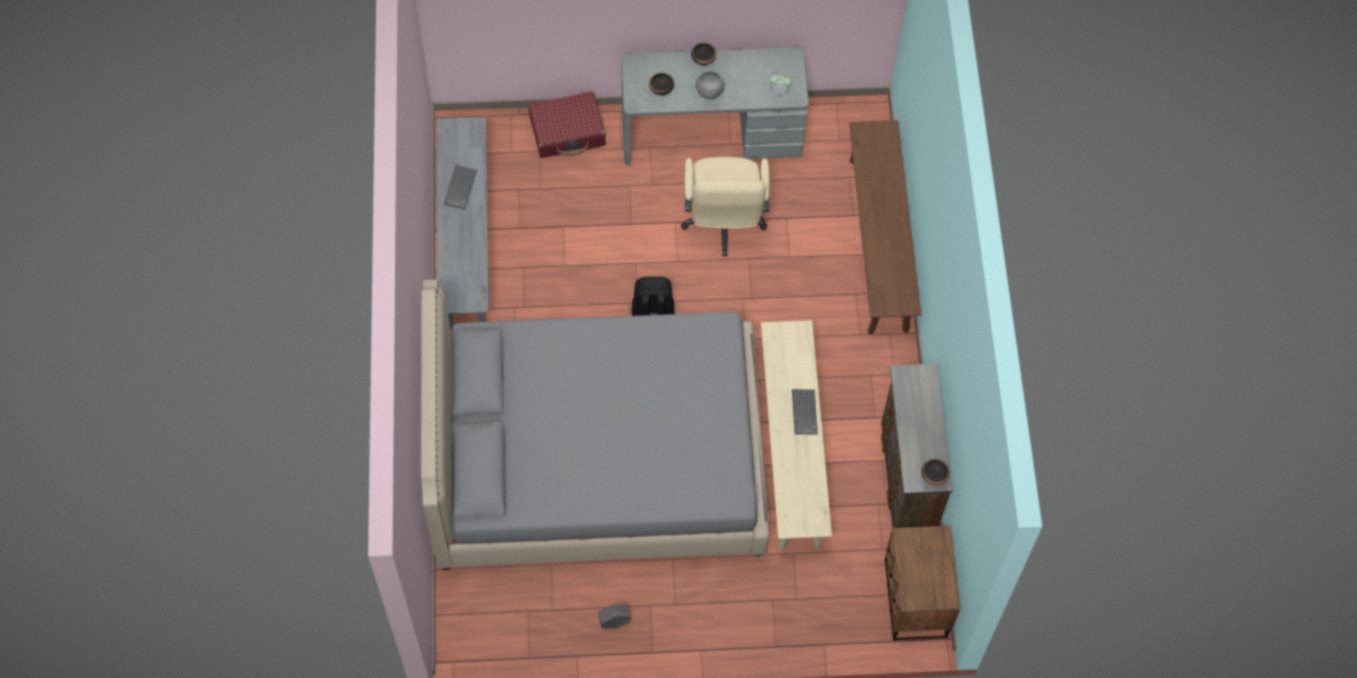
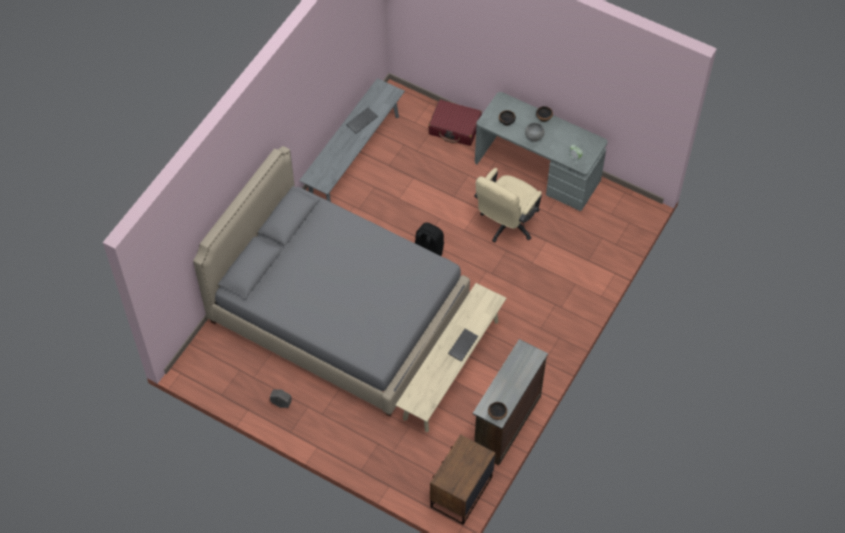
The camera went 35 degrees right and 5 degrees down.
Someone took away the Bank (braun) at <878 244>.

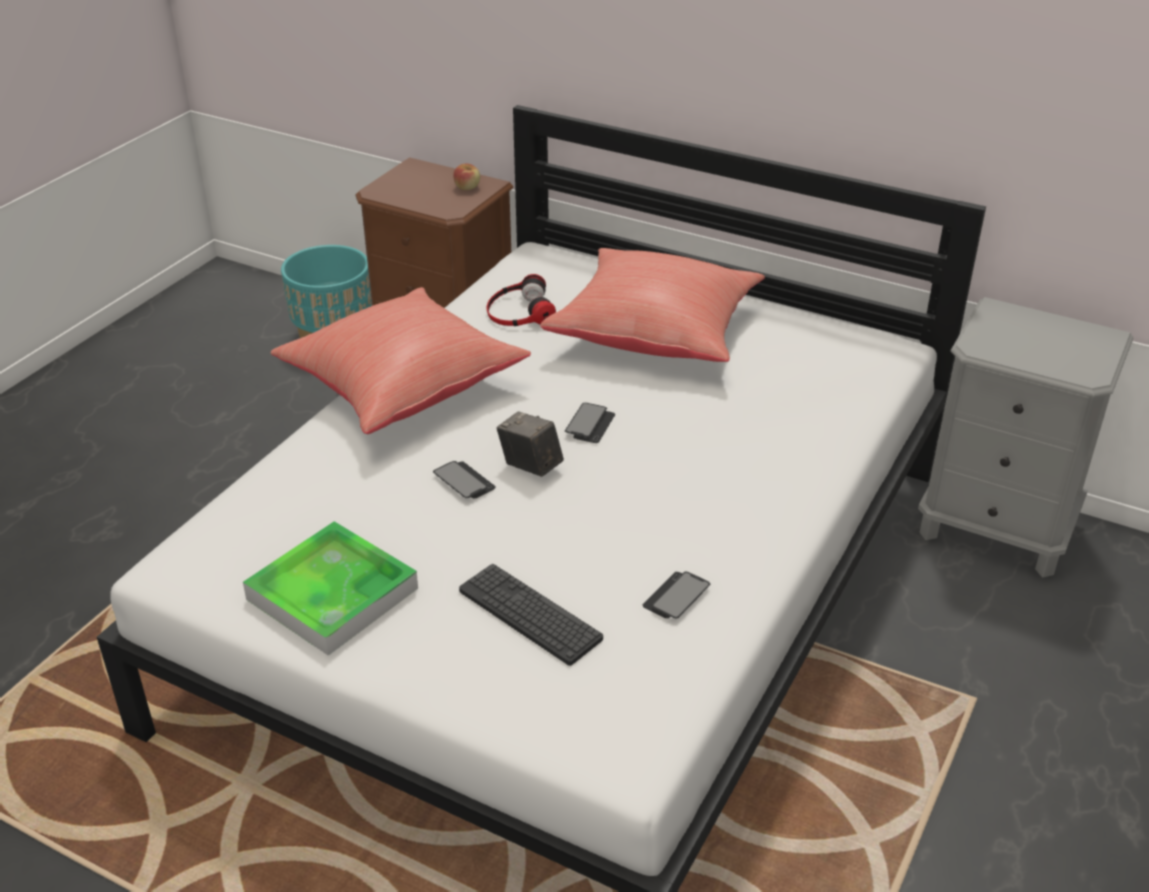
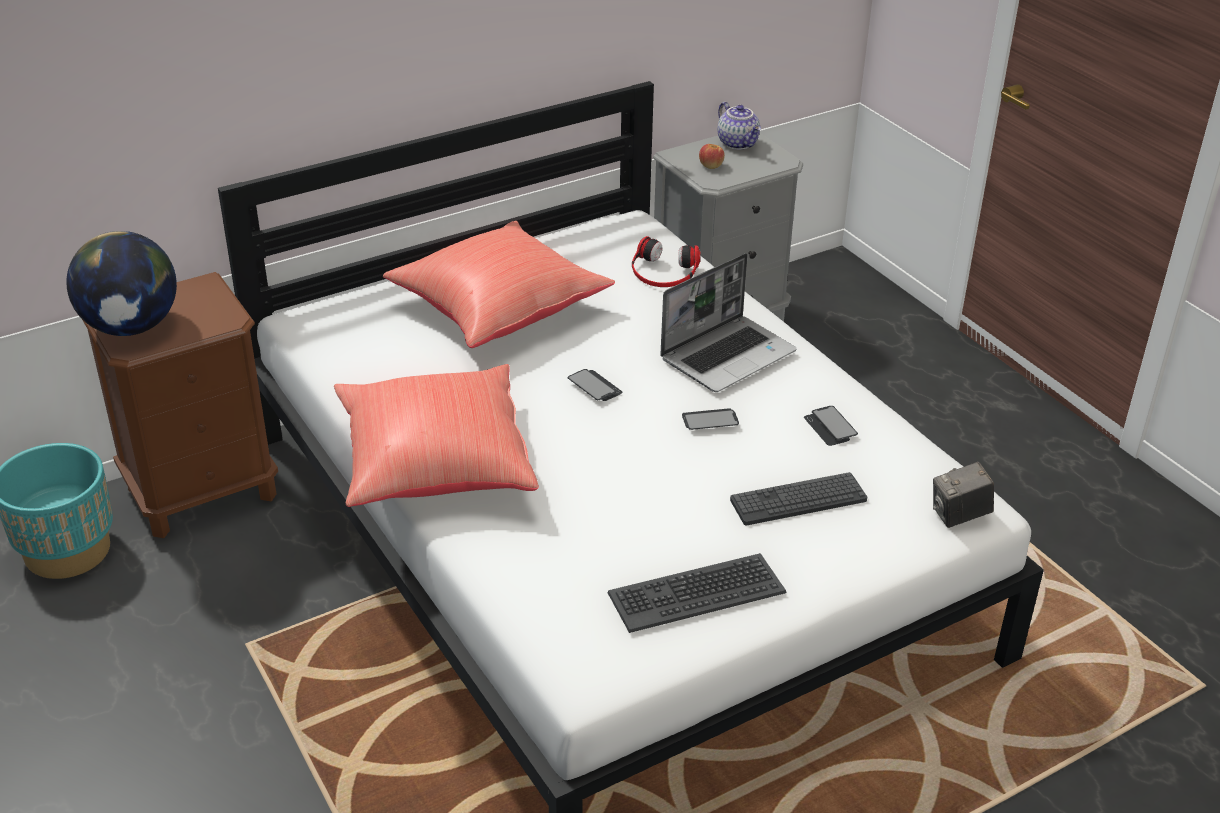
The camera went 60 degrees left and 0 degrees up.
Someone put down the Globus at <131 327>.
Someone swapped the Tablett at <332 594> for the Tastatur at <696 593>.
Someone carried the Kopfhörer from <519 311> to <663 271>.
Someone put down the Laptop at <728 355>.
Someone carried the Handy from <464 481> to <710 421>.
Someone carried the Apfel from <467 187> to <711 165>.
Someone put down the Teekanne at <738 143>.
Someone carried the Kamera from <530 466> to <959 516>.

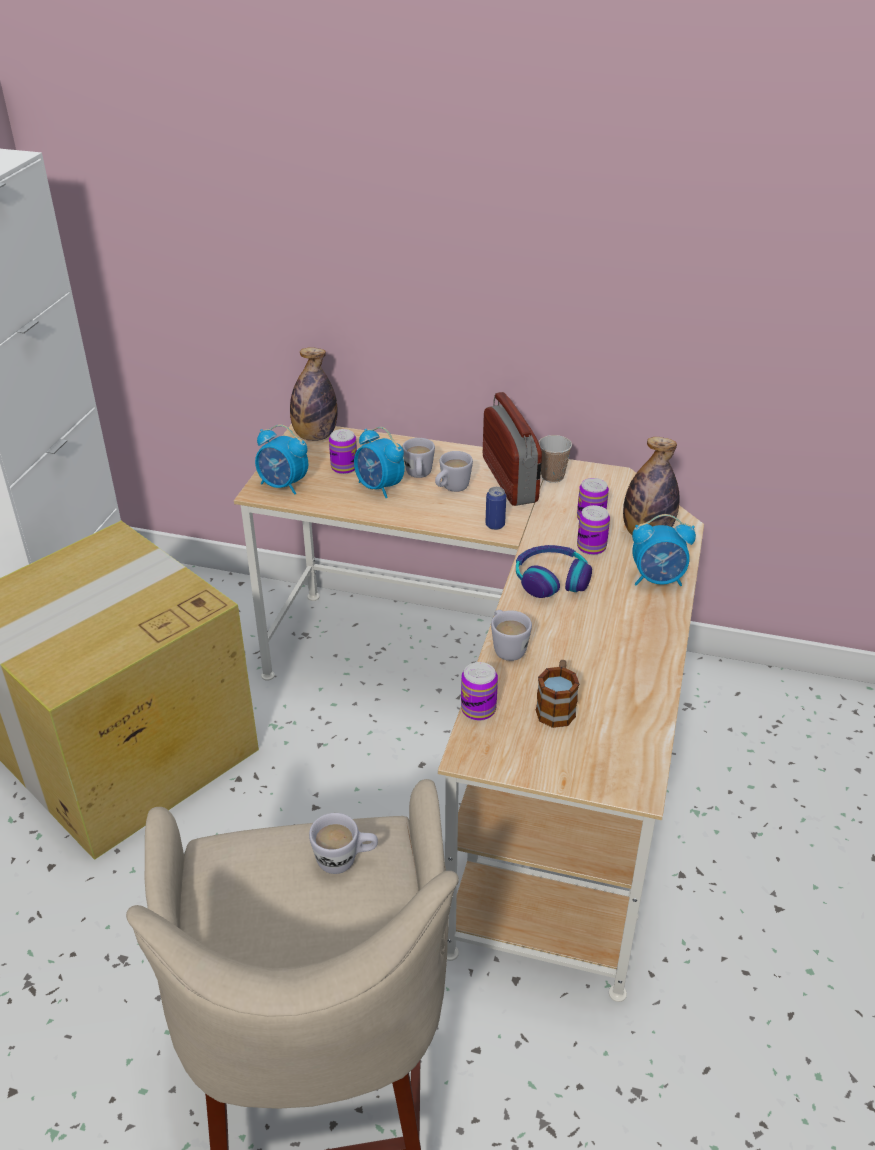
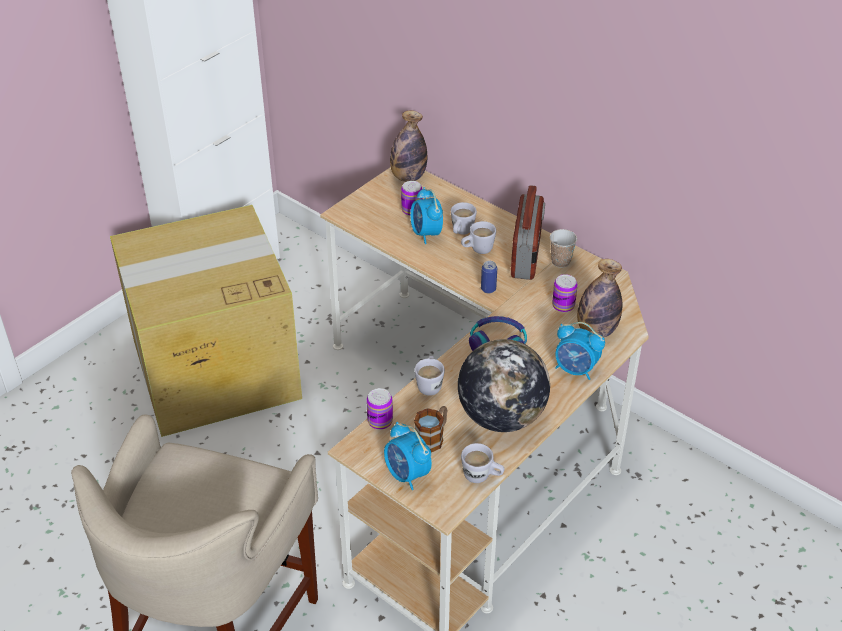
The camera went 25 degrees right and 5 degrees up.
Someone carried the Wecker from <283 485> to <407 474>.
Someone put down the Globus at <501 416>.
Someone carried the Henkelbecher (weiß) from <345 860> to <482 477>.
Someone took away the Dose at <591 547>.

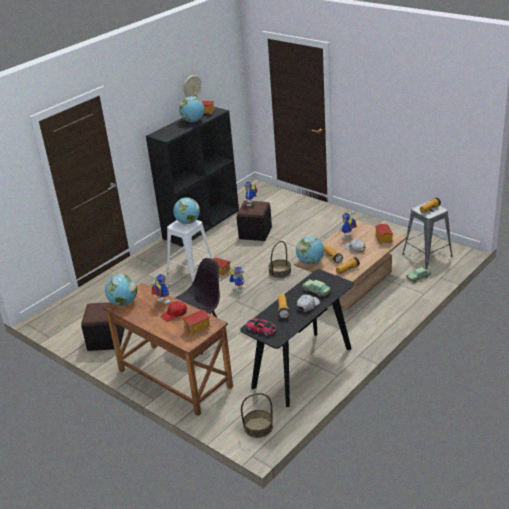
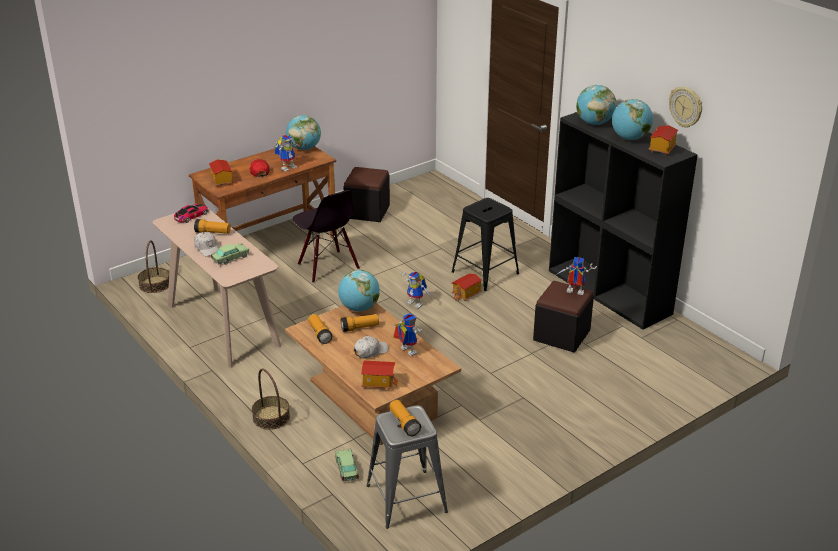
The camera went 100 degrees right and 0 degrees up.
Someone repainted the Konsolentisch (schwarz) at <302 368>, which became the Konsolentisch (beige) at <222 325>.
Someone carried the Korb from <280 272> to <271 417>.
Someone repainted the Hocker (weiß) at <191 269>, which became the Hocker (schwarz) at <485 273>.
Someone carried the Globus from <188 222> to <594 123>.

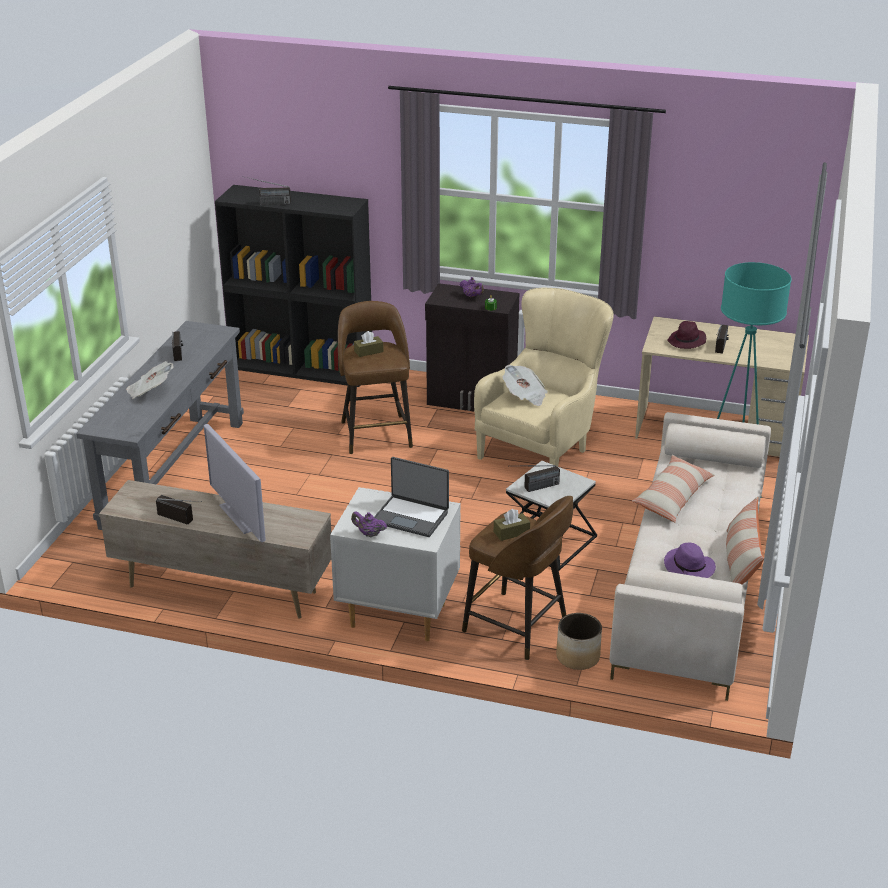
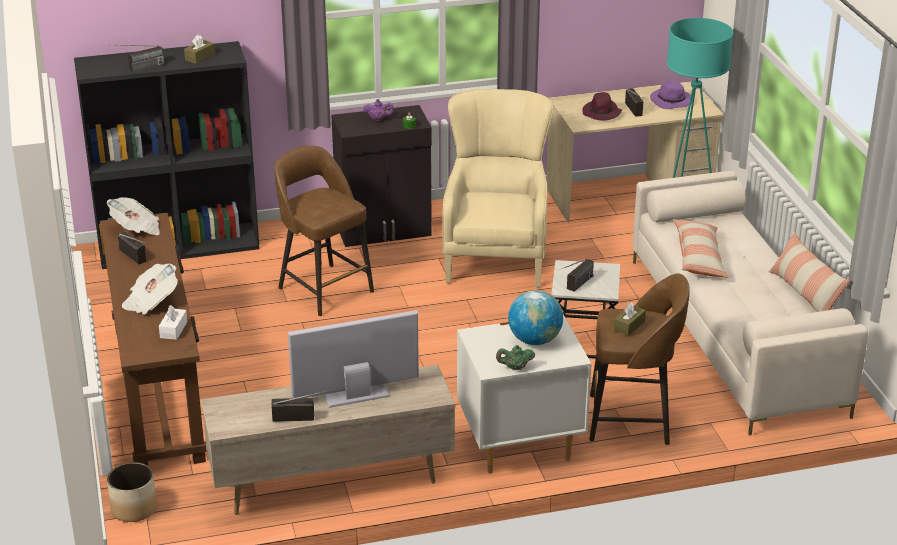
The camera went 30 degrees left and 0 degrees up.
Someone repainted the Konsolentisch (grau) at <175 473>, which became the Konsolentisch (braun) at <158 391>.
Someone carried the Zeitung from <525 396> to <136 229>.
Someone carried the Pflanzkübel from <577 657> to <134 509>.
Someone put down the Taschentuchbox (weiß) at <173 330>.
Someone carried the Taschentuchbox (braun) from <368 351> to <200 57>.
Someone rotated the Fernseher at <241 516> by 135 degrees clockwise.
Someone repainted the Teekanne (lila) at <369 534>, which became the Teekanne (grün) at <515 367>.
Someone swapped the Laptop at <411 517> for the Globus at <535 340>.
Someone carried the Hut (lila) from <689 568> to <672 101>.

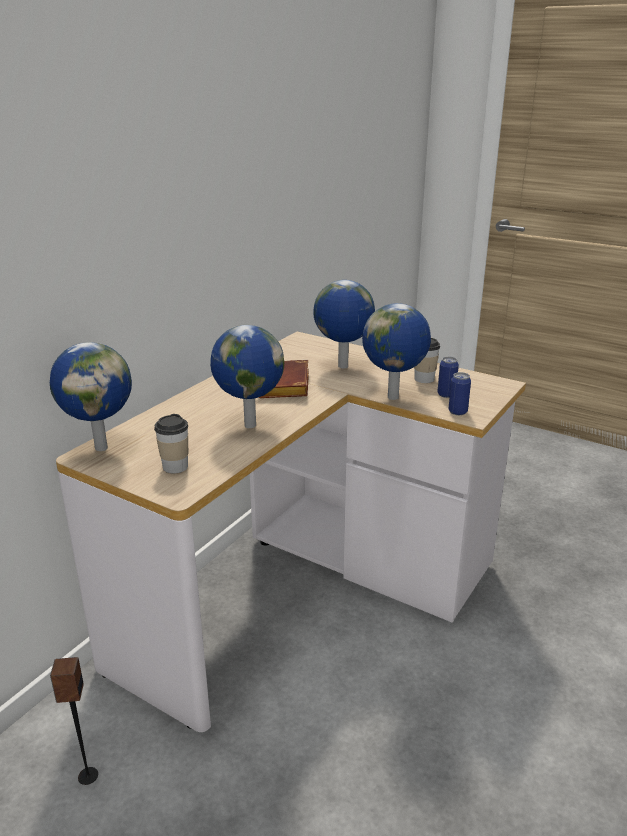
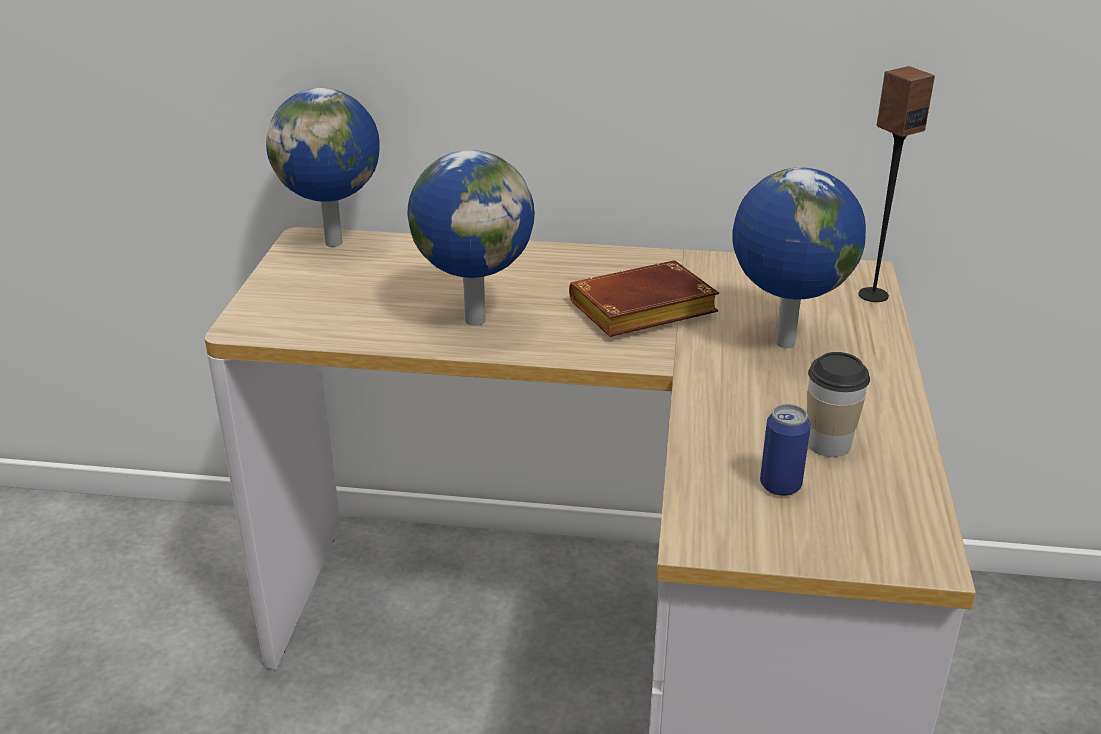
The camera went 65 degrees right and 5 degrees up.
Someone carried the Lautsprecher from <87 776> to <872 295>.
Someone took away the Tasse at <175 467>.
Someone took away the Globus at <394 398>.
Someone took away the Dose at <457 412>.

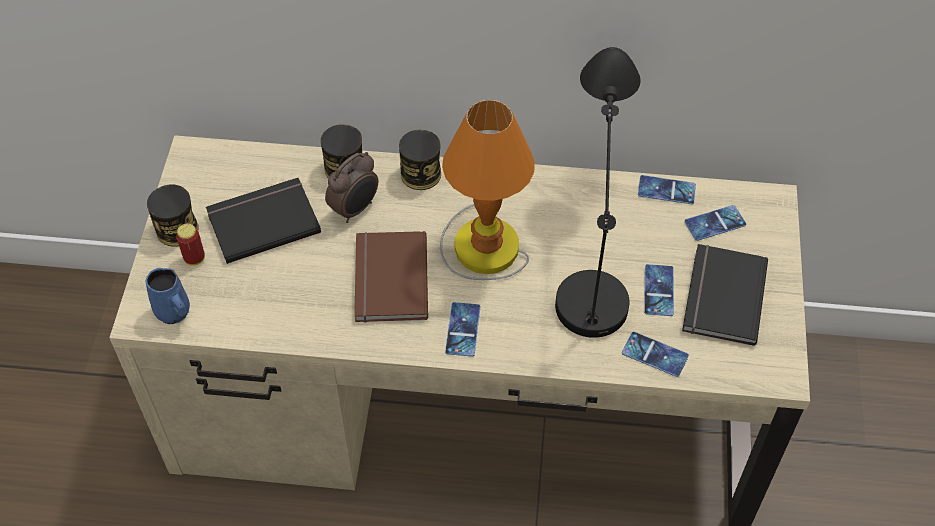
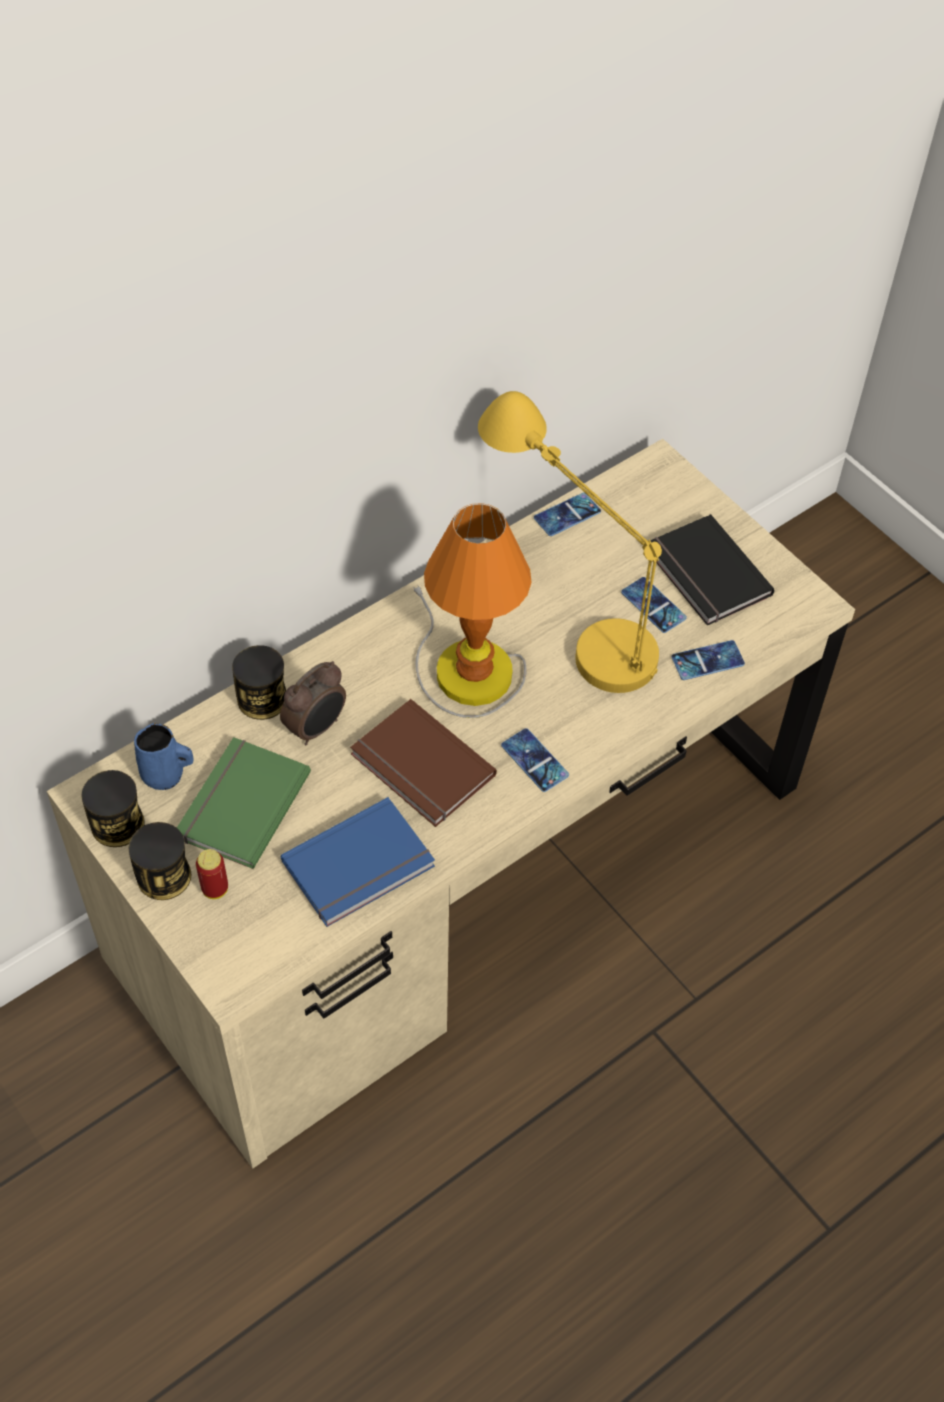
The camera went 45 degrees left and 0 degrees up.
Someone carried the Dose from <421 174> to <117 824>.
Someone carried the Henkelbecher (blau) from <174 313> to <165 775>.
Someone repainted the Buch (schwarz) at <262 221>, which became the Buch (grün) at <239 804>.
Someone rotated the Wecker at <355 209> by 45 degrees clockwise.
Someone put down the Buch (blau) at <361 867>.
Someone repainted the Tischlampe (schwarz) at <593 253>, which became the Tischlampe (gelb) at <568 613>.
Someone took away the Handy at <715 223>.

